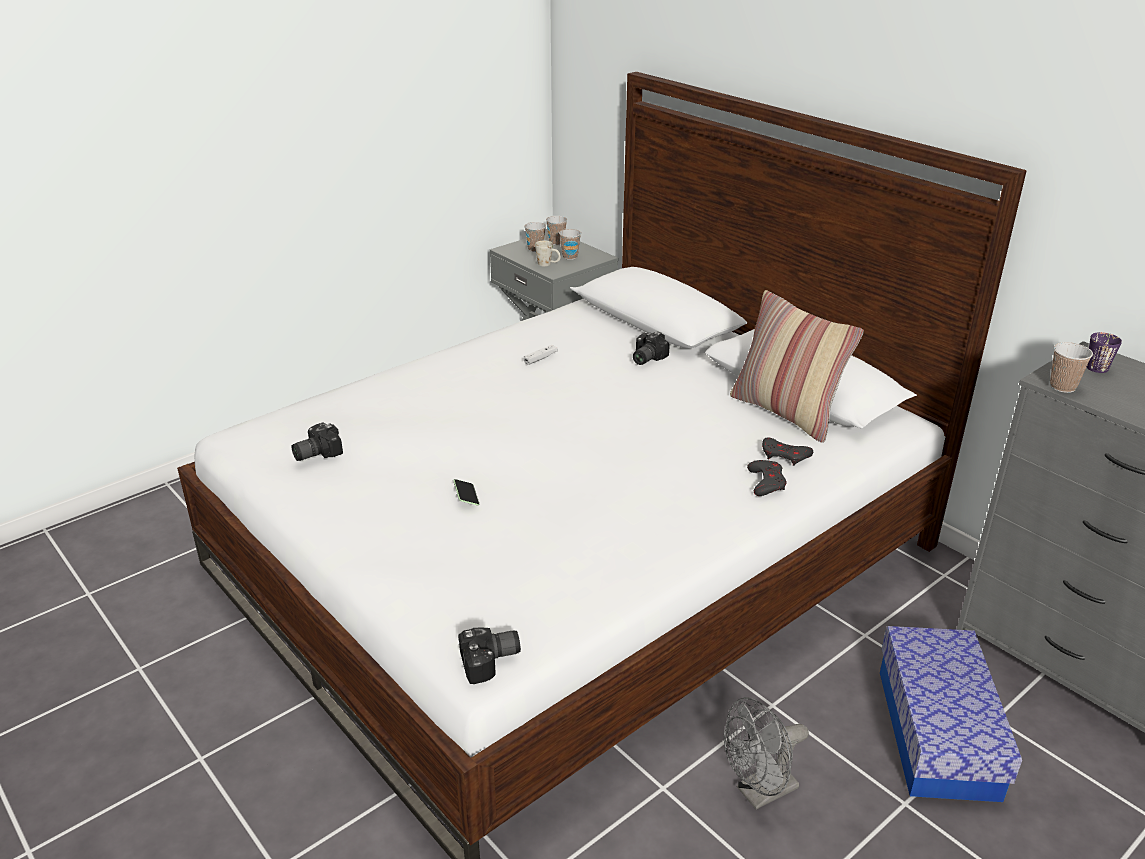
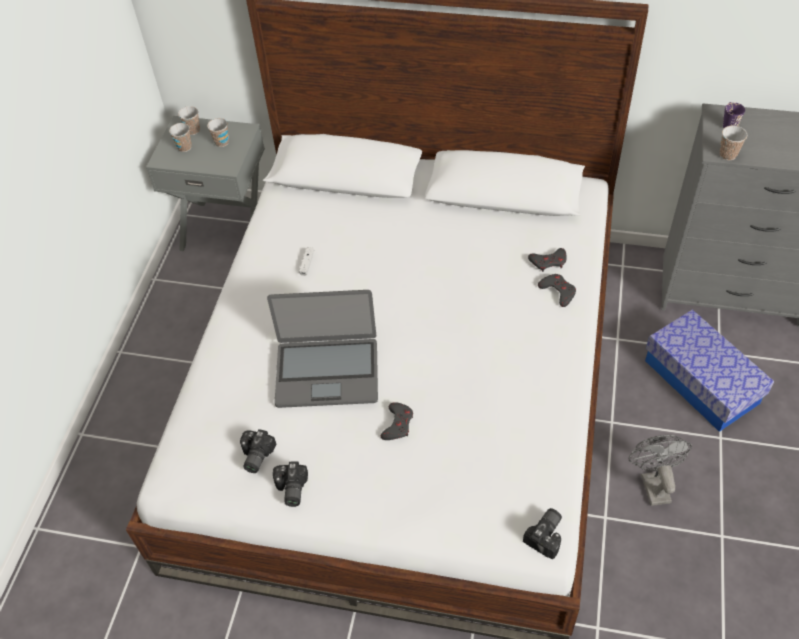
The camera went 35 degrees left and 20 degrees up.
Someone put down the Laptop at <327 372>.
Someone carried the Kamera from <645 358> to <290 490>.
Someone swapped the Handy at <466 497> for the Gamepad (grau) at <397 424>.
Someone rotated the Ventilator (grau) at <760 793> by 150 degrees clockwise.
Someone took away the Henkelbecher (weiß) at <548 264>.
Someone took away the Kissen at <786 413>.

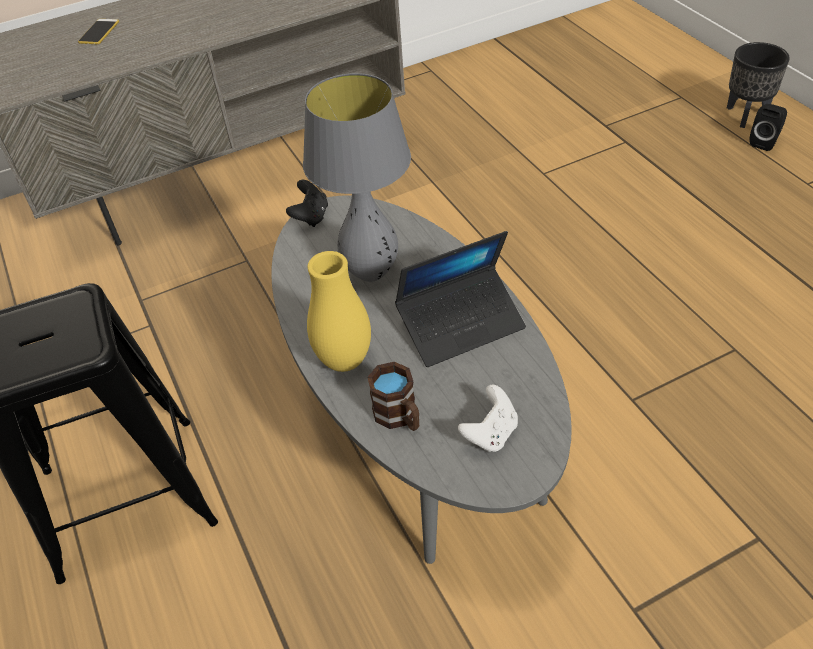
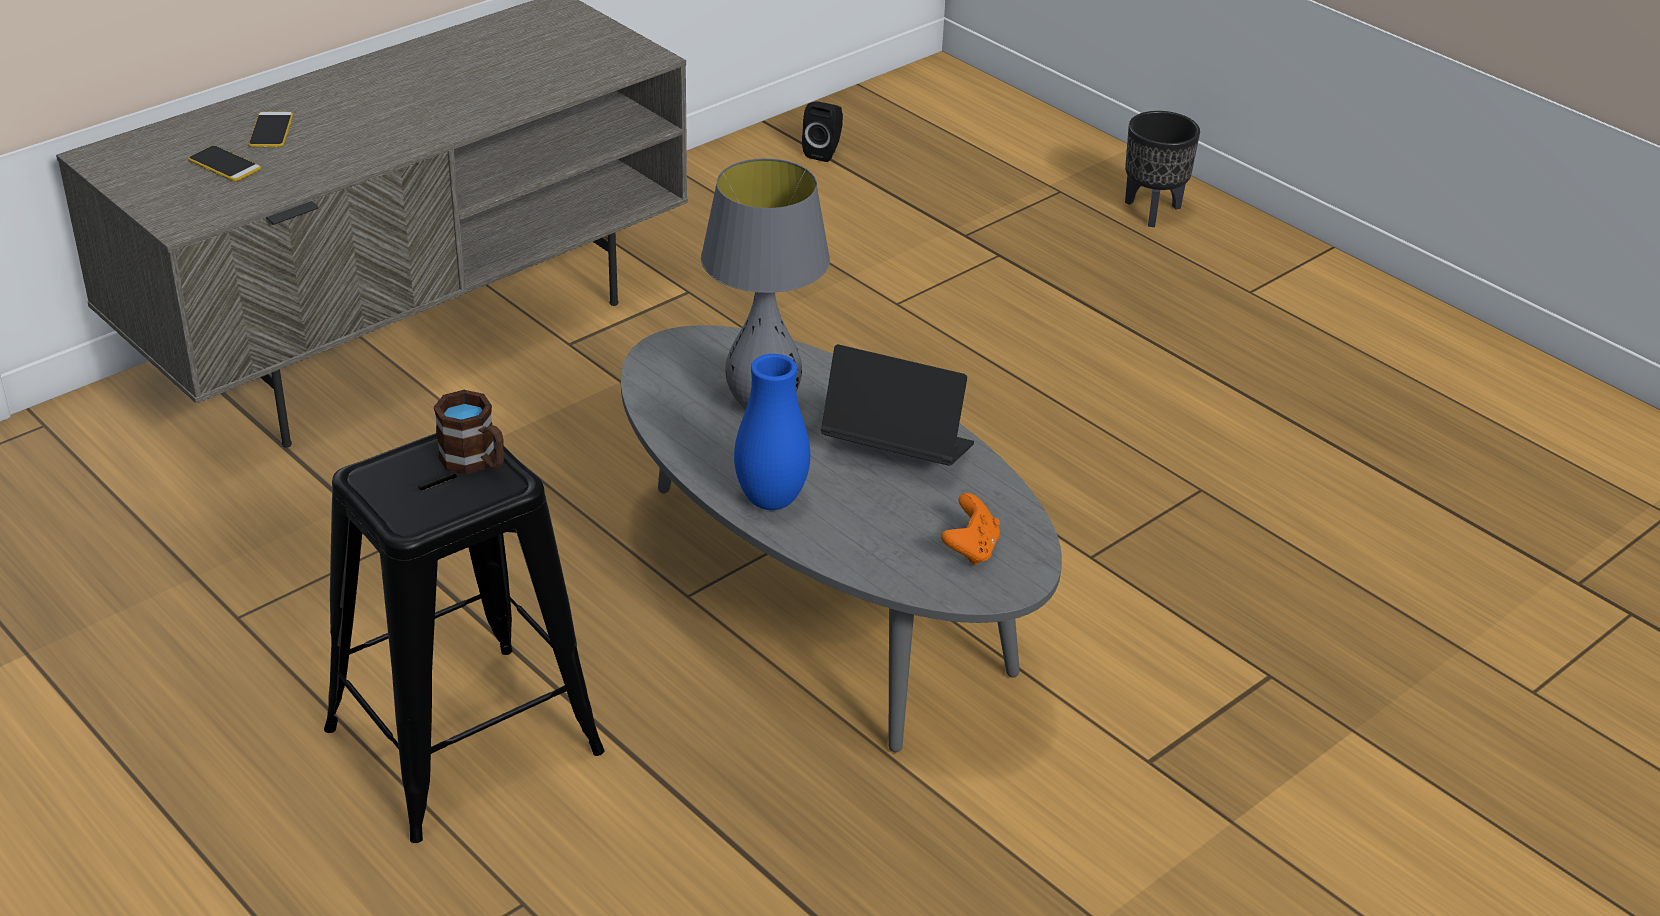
The camera went 20 degrees left and 10 degrees down.
Someone put down the Handy at <224 165>.
Someone carried the Henkelbecher (braun) from <399 417> to <475 462>.
Someone repainted the Vase (gelb) at <344 360>, which became the Vase (blau) at <771 500>.
Someone carried the Lautsprecher (schwarz) from <764 142> to <824 152>.
Someone rotated the Laptop at <461 324> by 120 degrees counterclockwise.
Someone repainted the Gamepad (weiß) at <491 433>, which became the Gamepad (orange) at <971 549>.
Someone took away the Gamepad (schwarz) at <310 216>.

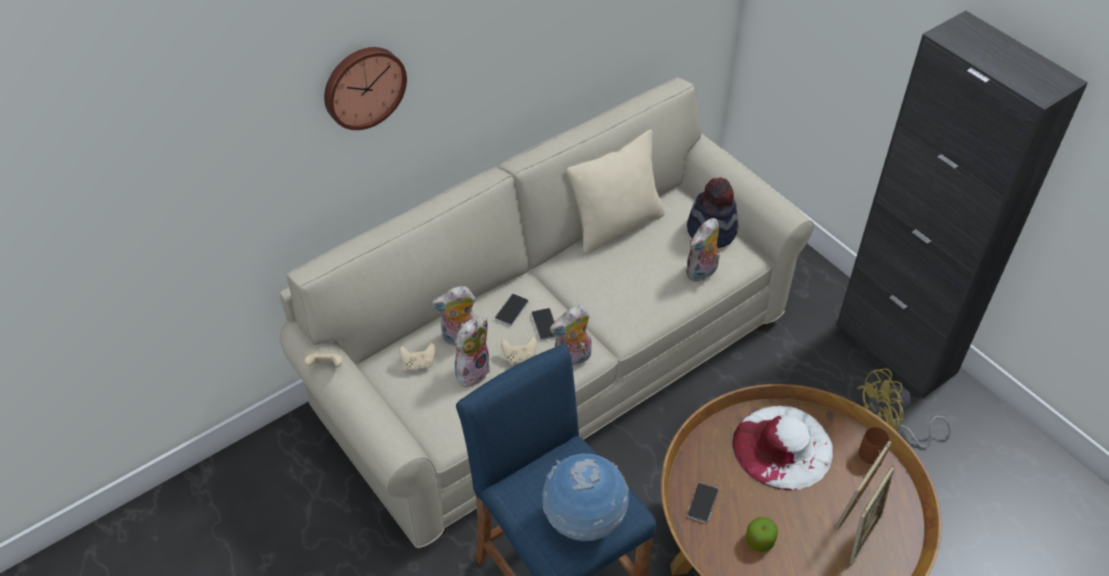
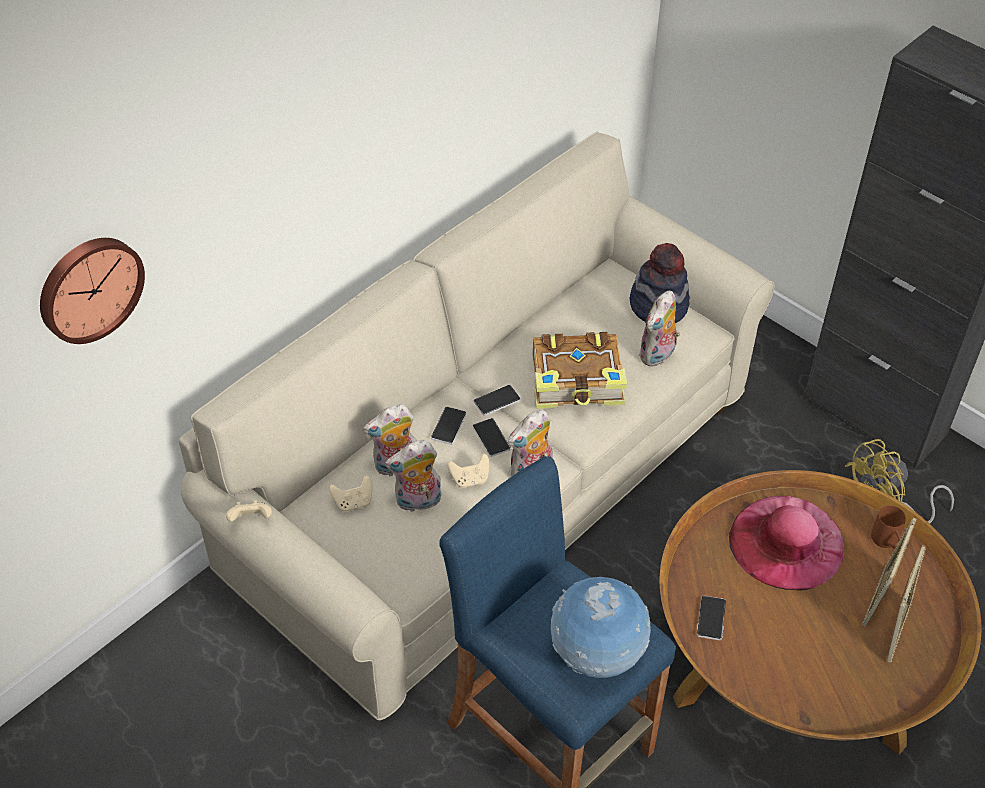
The camera went 10 degrees left and 0 degrees up.
Someone carried the Wanduhr from <363 86> to <89 287>.
Someone rotated the Plüschtier at <472 370> by 135 degrees counterclockwise.
Someone put down the Handy at <496 401>.
Someone put down the Buch at <578 382>.
Someone repainted the Hut (weiß) at <782 447>, which became the Hut (rosa) at <786 542>.
Someone took away the Kissen (beige) at <616 226>.
Someone took away the Apfel at <759 541>.

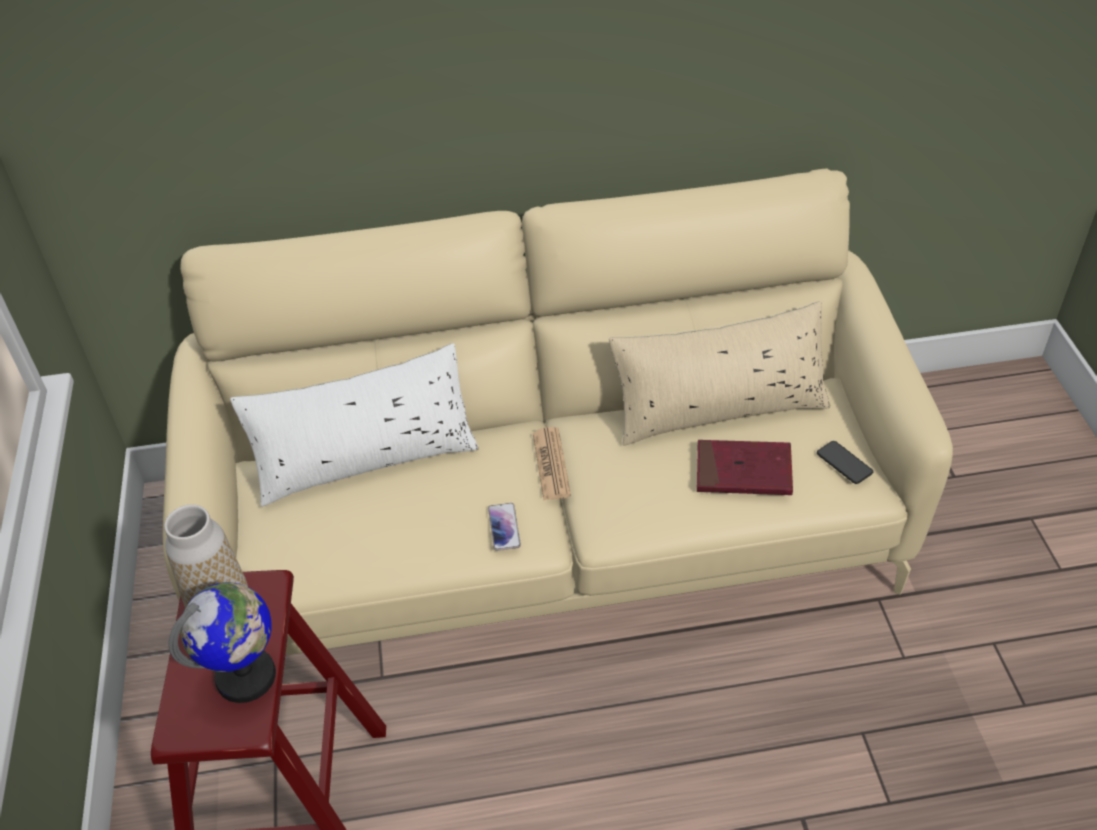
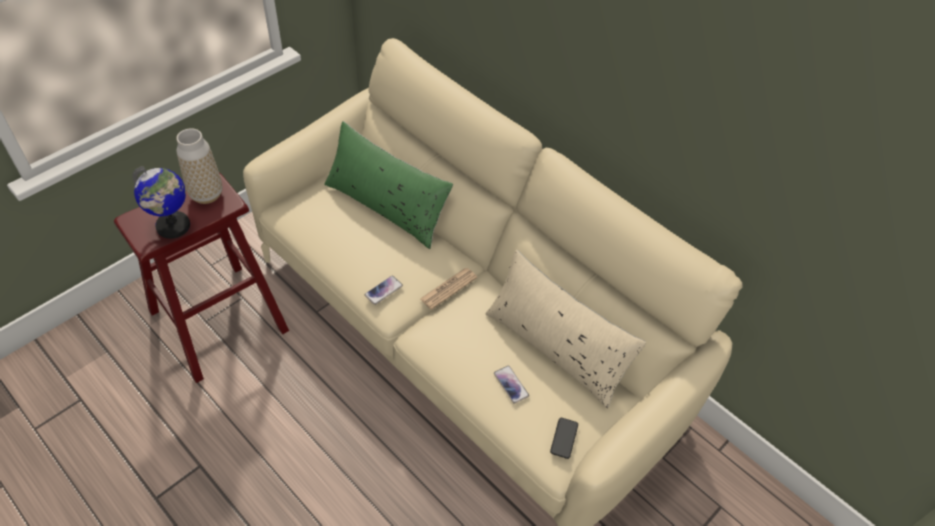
The camera went 50 degrees right and 5 degrees up.
Someone repainted the Kissen (weiß) at <365 458>, which became the Kissen (grün) at <386 205>.
Someone swapped the Buch (rot) at <743 471> for the Handy at <511 384>.

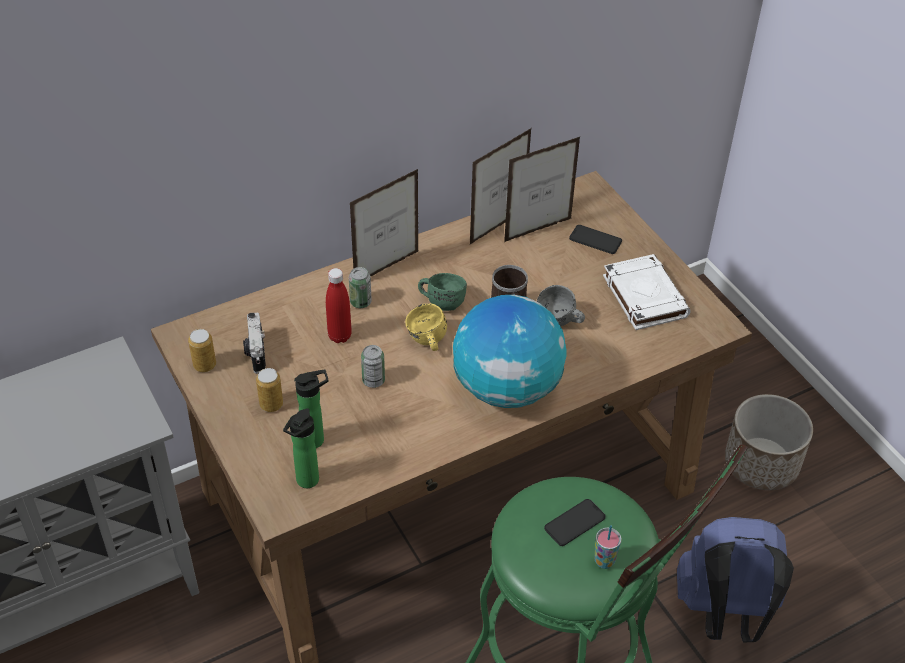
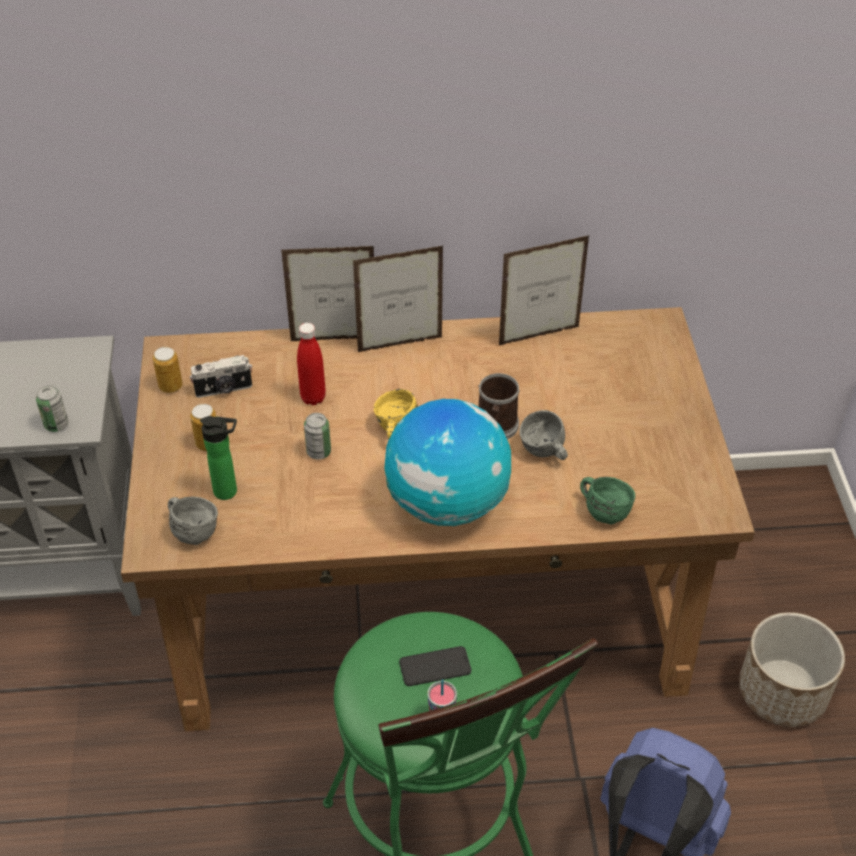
The camera went 25 degrees right and 0 degrees up.
Someone carried the Dose from <360 302> to <56 425>.
Someone swapped the Flasche at <305 482> for the Henkelbecher (grau) at <193 529>.
Someone rotated the Kamera at <256 353> by 120 degrees counterclockwise.
Someone carried the Bilderrahmen from <538 230> to <334 339>.
Someone carried the Henkelbecher (grün) from <442 301> to <604 509>.
Someone took away the Handy at <595 240>.
Someone took away the Buch (weiß) at <644 296>.

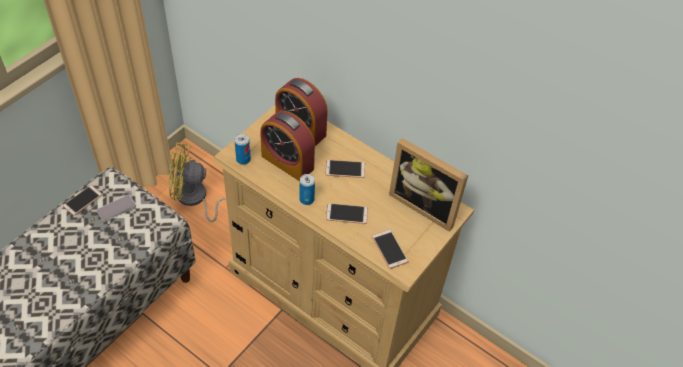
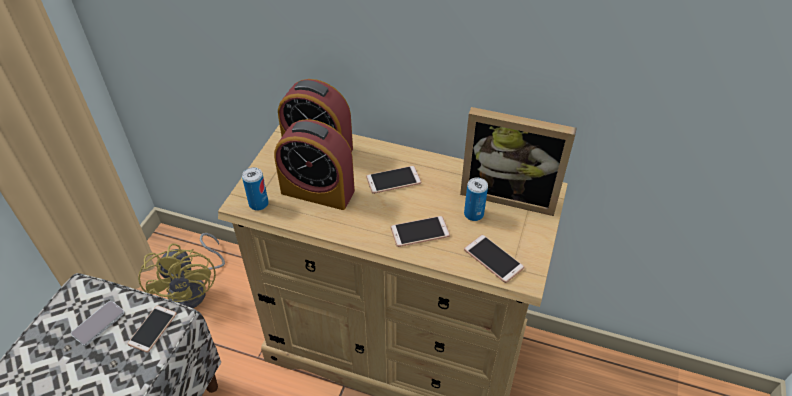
The camera went 15 degrees left and 5 degrees down.
Someone carried the Handy from <82 200> to <152 329>.
Someone rotated the Ventilator (gelb) at <195 200> by 90 degrees counterclockwise.
Someone carried the Dose from <306 199> to <473 214>.

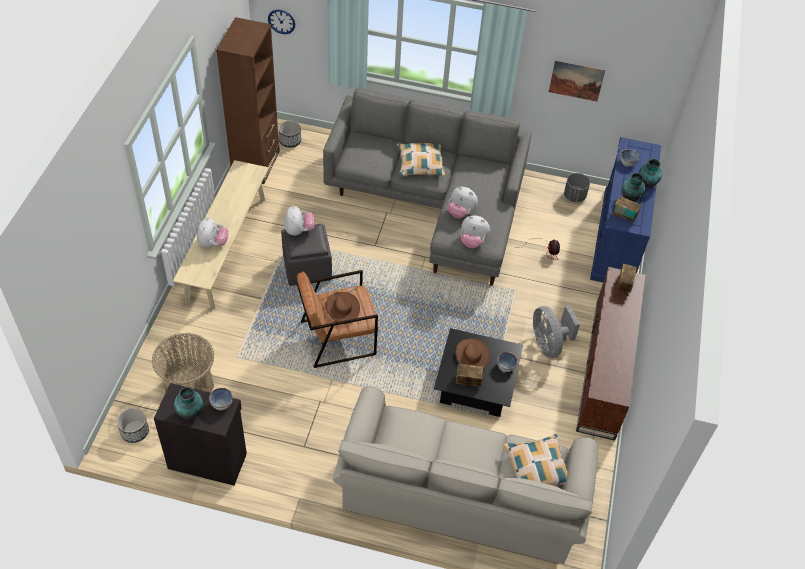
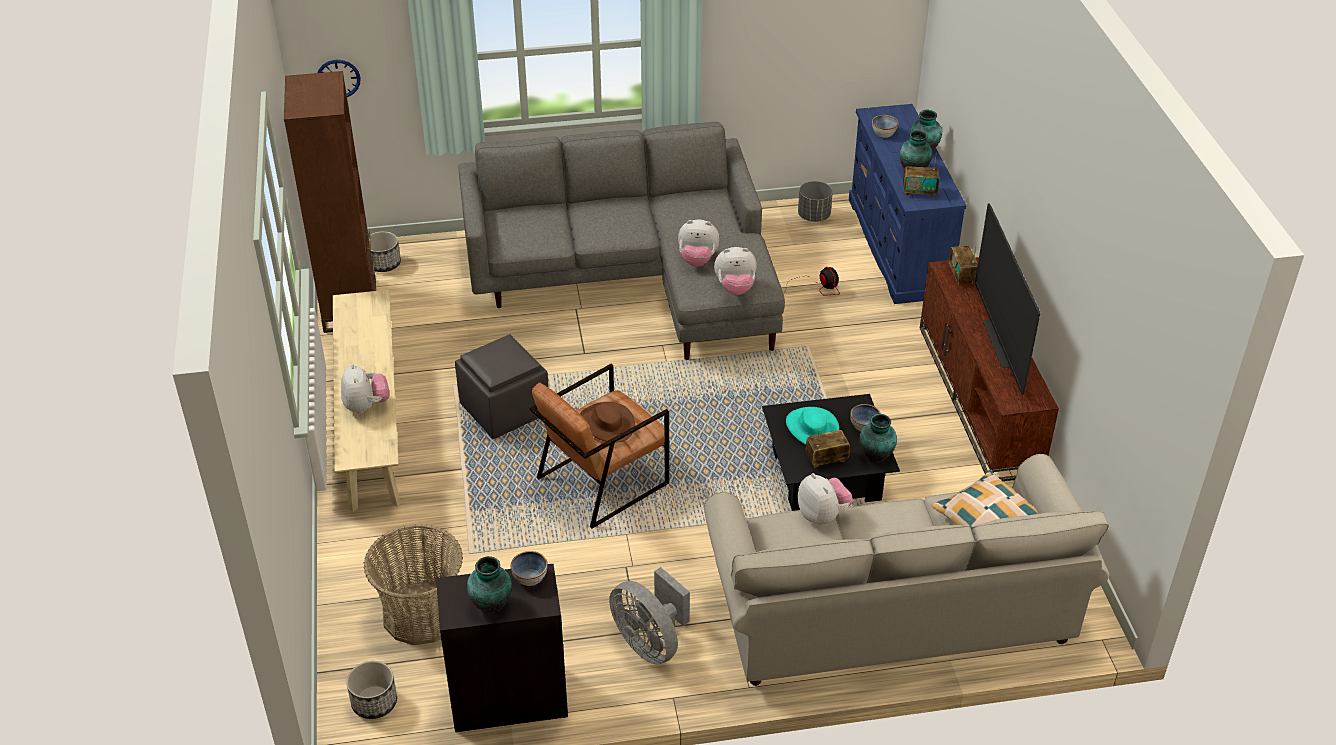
The camera went 20 degrees left and 10 degrees down.
Someone carried the Ventilator (grau) from <548 343> to <650 643>.
Someone repainted the Hut (braun) at <472 355>, which became the Hut (türkis) at <812 428>.
Someone carried the Plüschtier from <299 231> to <822 515>.
Someone put down the Vase at <876 456>.
Someone put down the Fernseher at <998 343>.
Someone took away the Kissen at <420 164>.
Someone took away the Bild at <576 80>.

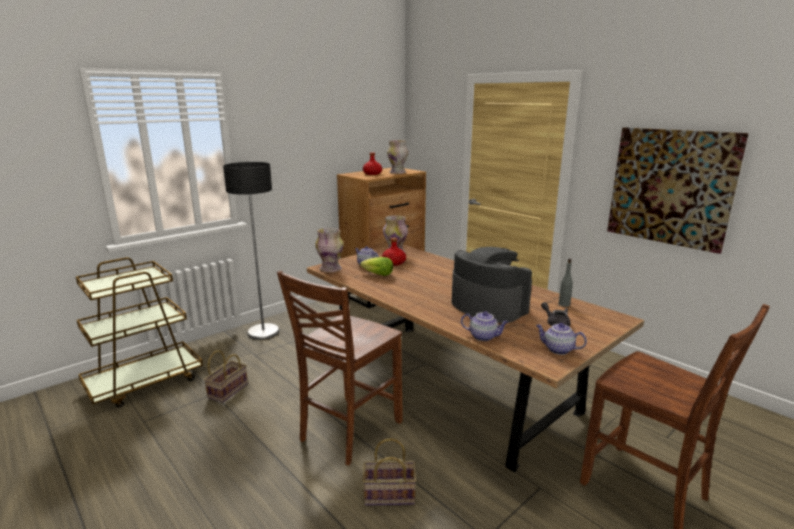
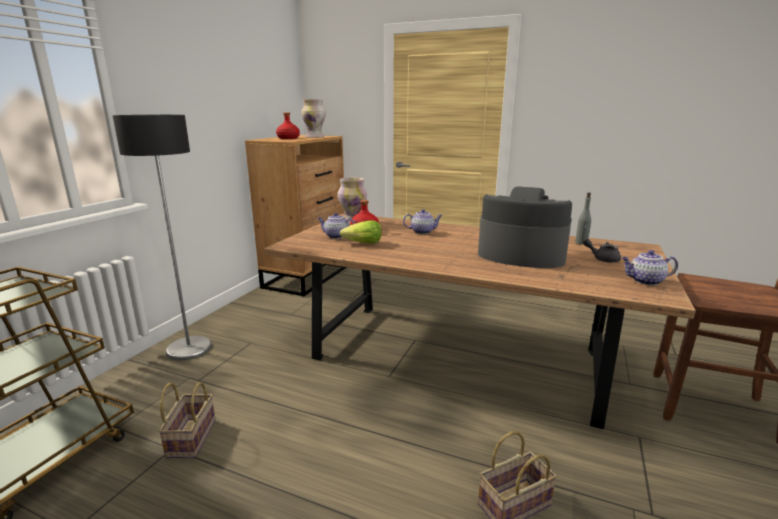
The camera went 25 degrees left and 0 degrees up.
Someone carried the Teekanne from <484 336> to <422 232>.
Someone took away the Stuhl (braun) at <348 431>.
Someone took away the Vase at <331 269>.
Someone took away the Bild at <670 187>.

